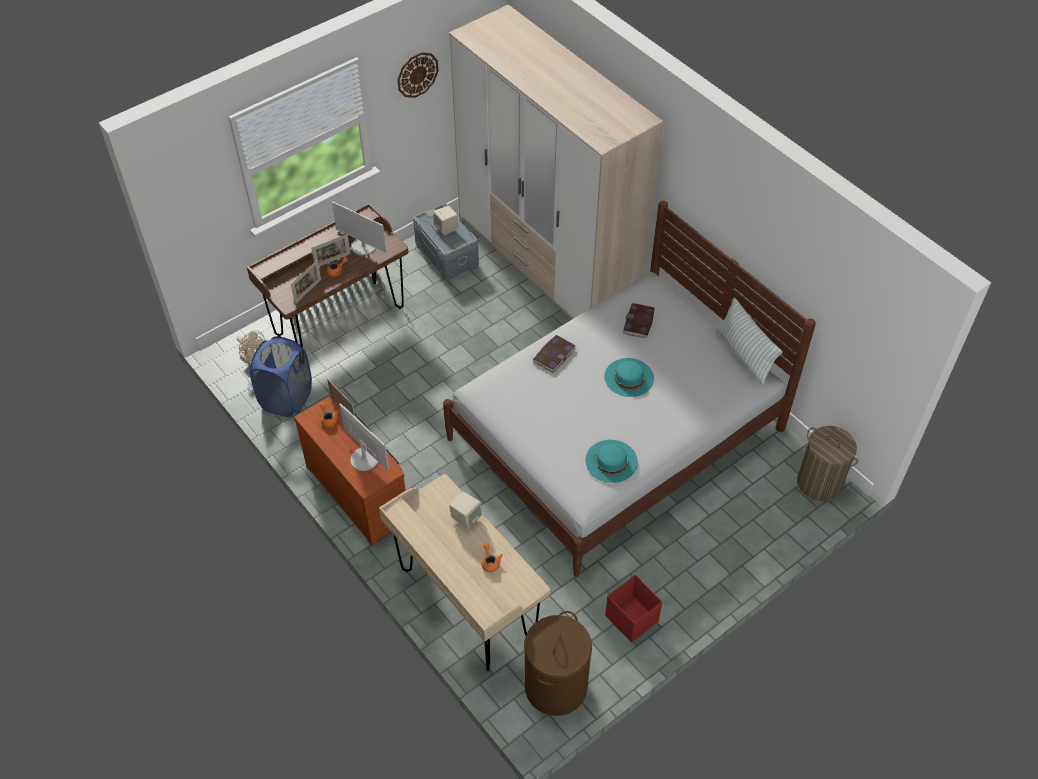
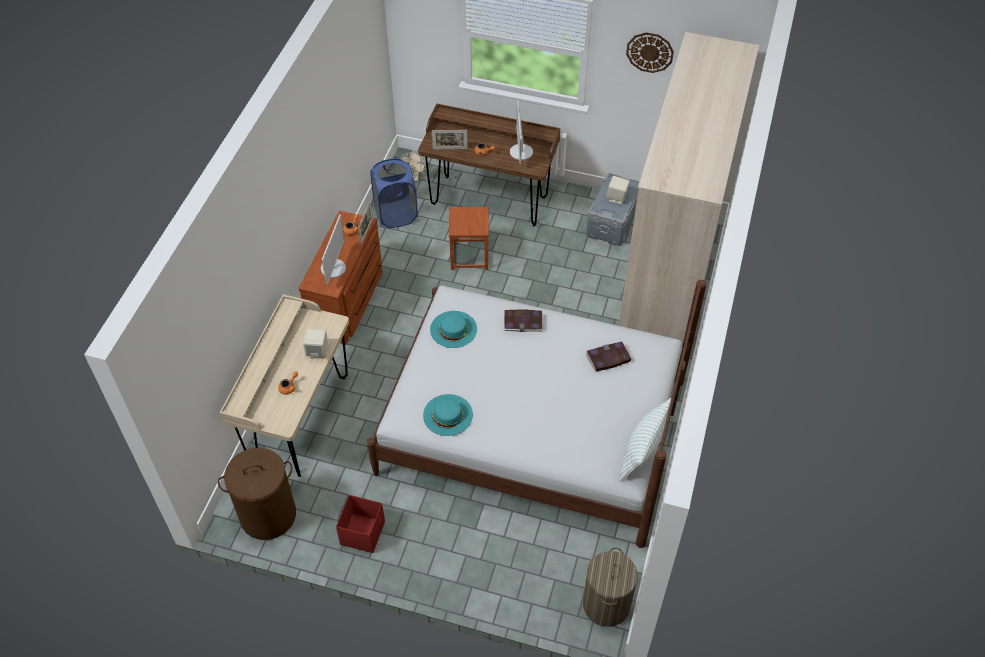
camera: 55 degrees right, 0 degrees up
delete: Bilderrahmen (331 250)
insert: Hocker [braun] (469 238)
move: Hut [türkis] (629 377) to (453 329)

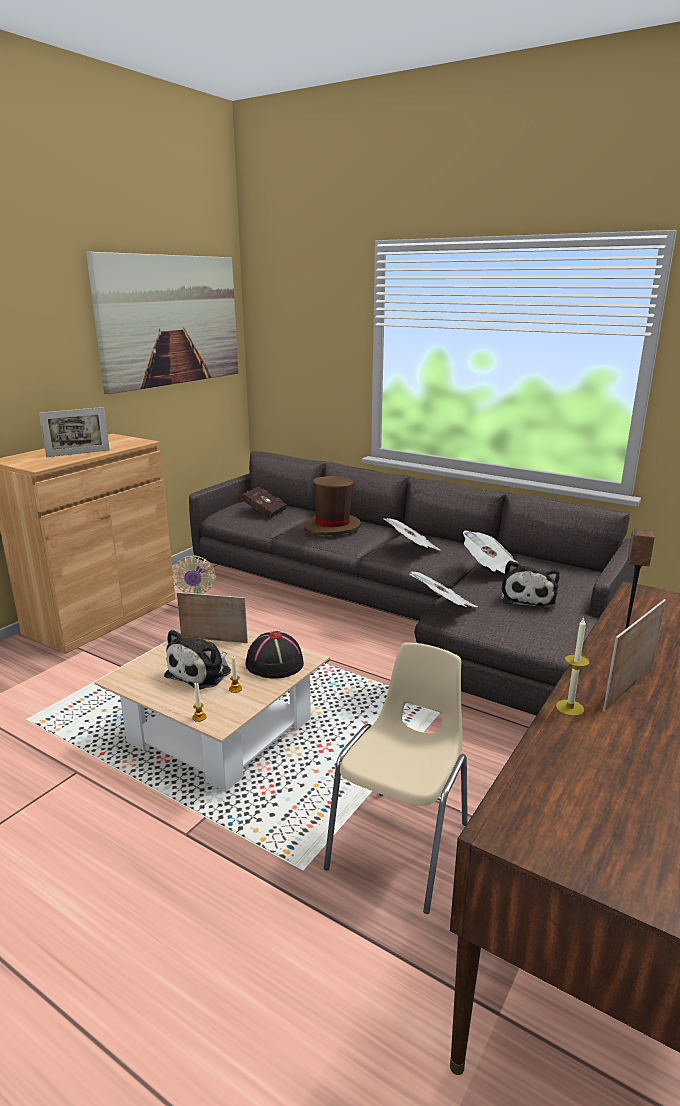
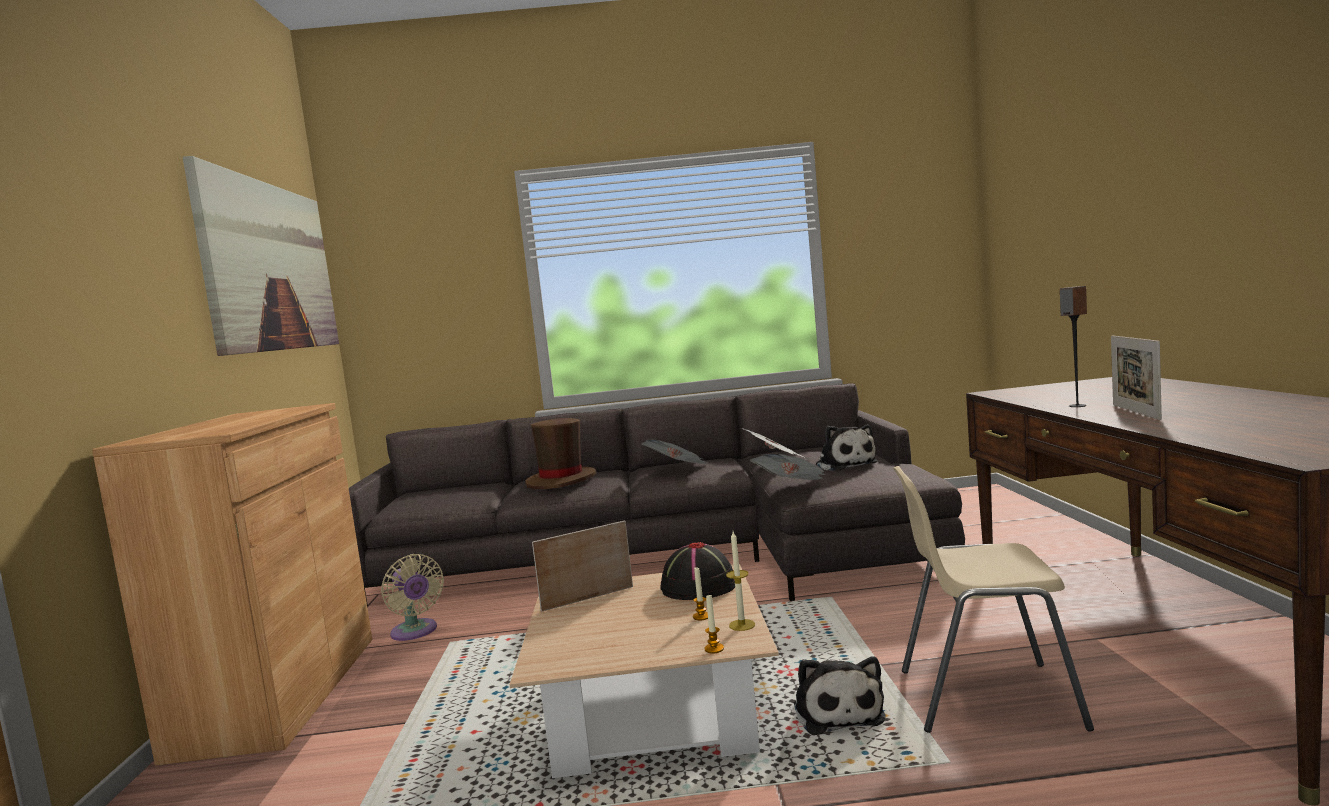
camera: 35 degrees left, 15 degrees down
delete: Bilderrahmen (74 432); Buch [rot] (264 502)
move: Kerze (573 666) to (740 581); Plüschtier (197 659) to (840 695)
rotate: Stuhl [beige] (396 778) = (993 599) 75 degrees counterclockwise

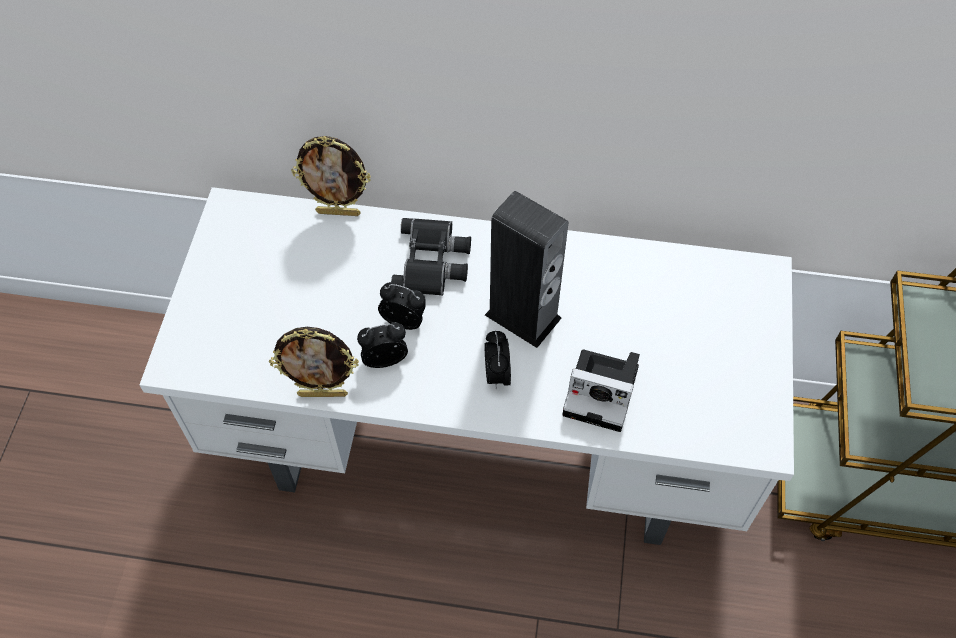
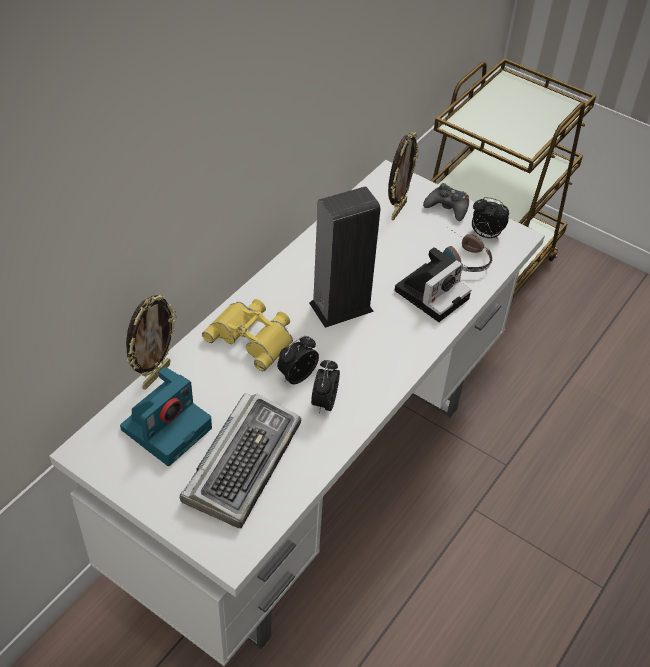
camera: 65 degrees left, 10 degrees down
insert: Kamera (166 416); Tastatur (240 460); Gamepad [schwarz] (446 202); Kopfhörer (467 250)
move: Bilderrahmen (314 362) to (403 176); Wecker (498 360) to (490 218)
recolor: Fernglas [schwarz] (431 257) to Fernglas [gelb] (247 335)

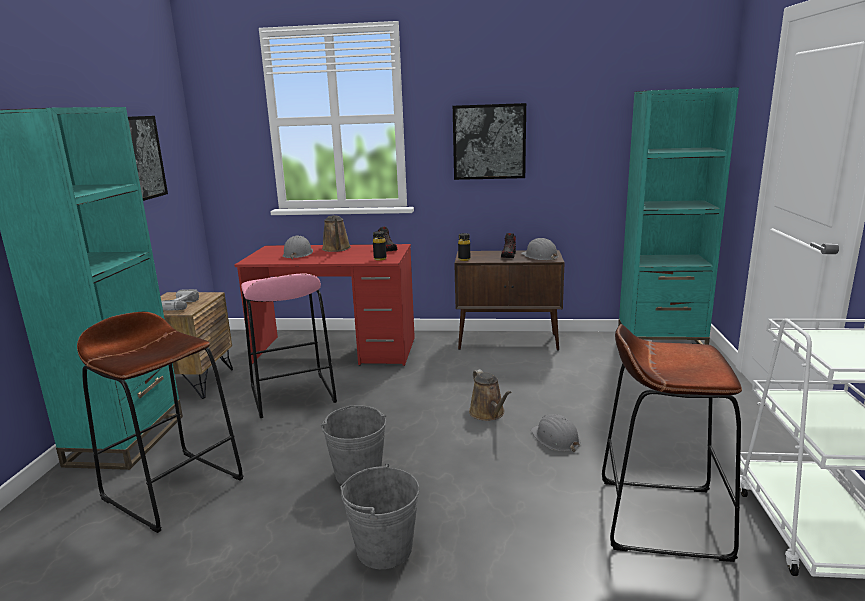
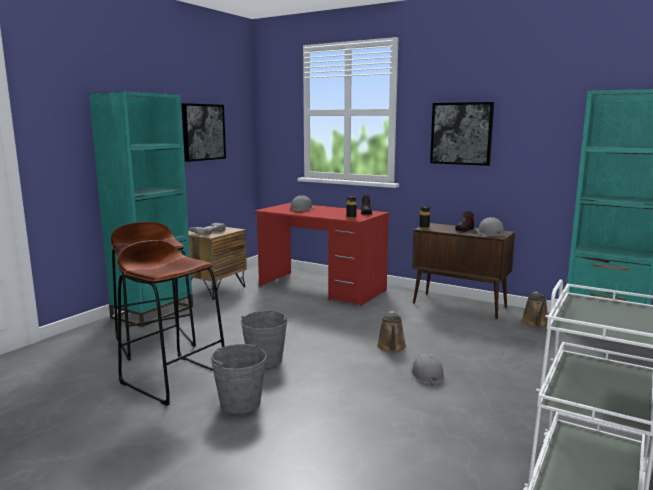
camera: 25 degrees right, 5 degrees down
delete: Hocker [rosa] (289 345)
move: Hocker [braun] (672 443) to (171 323); Gießkanne [braun] (336 233) to (534 310)

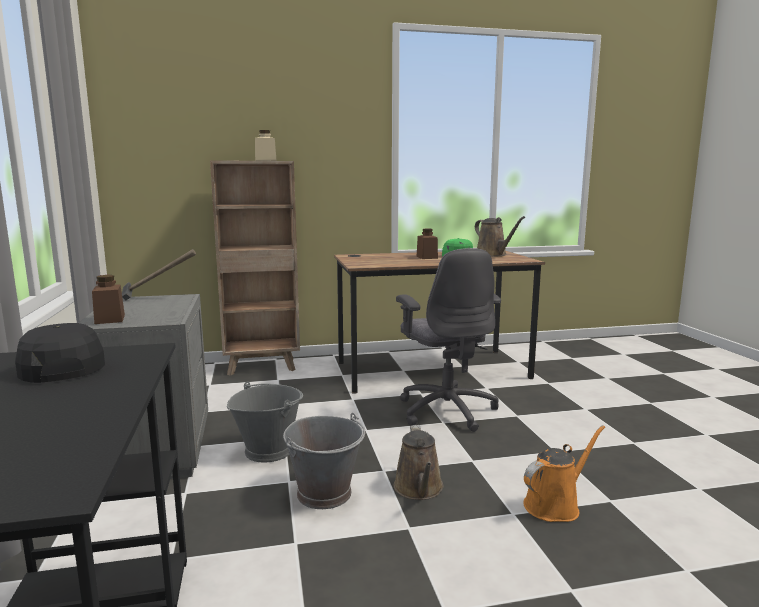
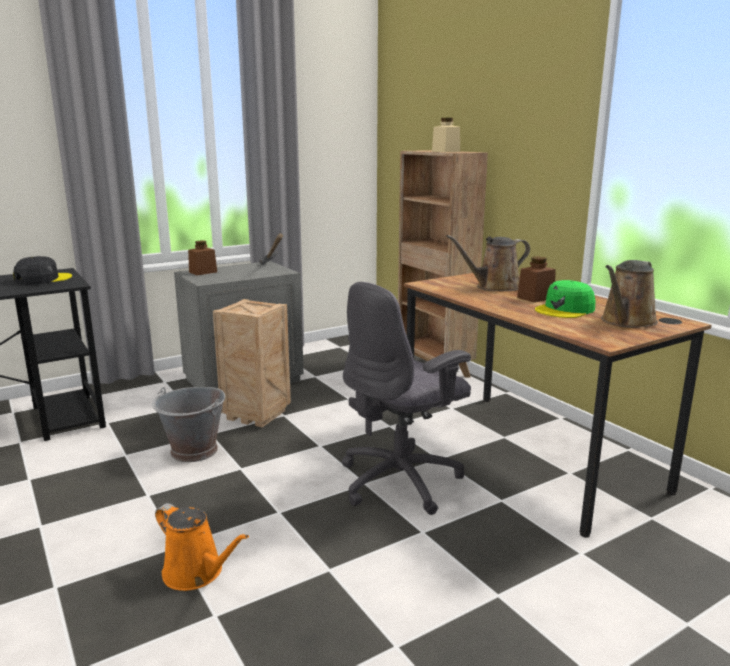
camera: 70 degrees right, 5 degrees up
move: Gießkanne [braun] (419 462) to (488 263)
replace: Eimer [grau] (265 421) to Kiste (252 363)

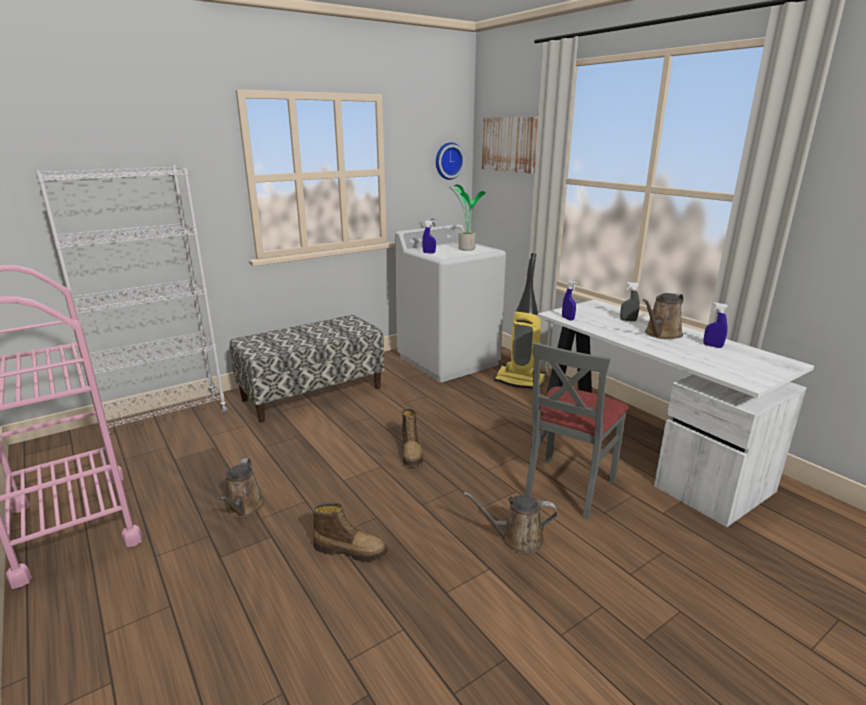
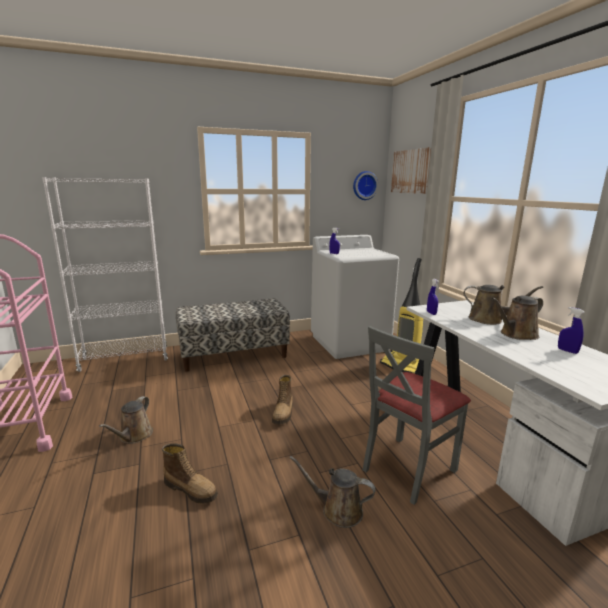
camera: 15 degrees right, 5 degrees down
delete: Topfpflanze (470 217)
replace: Sprühflasche [grau] (630 301) to Gießkanne [braun] (503 305)

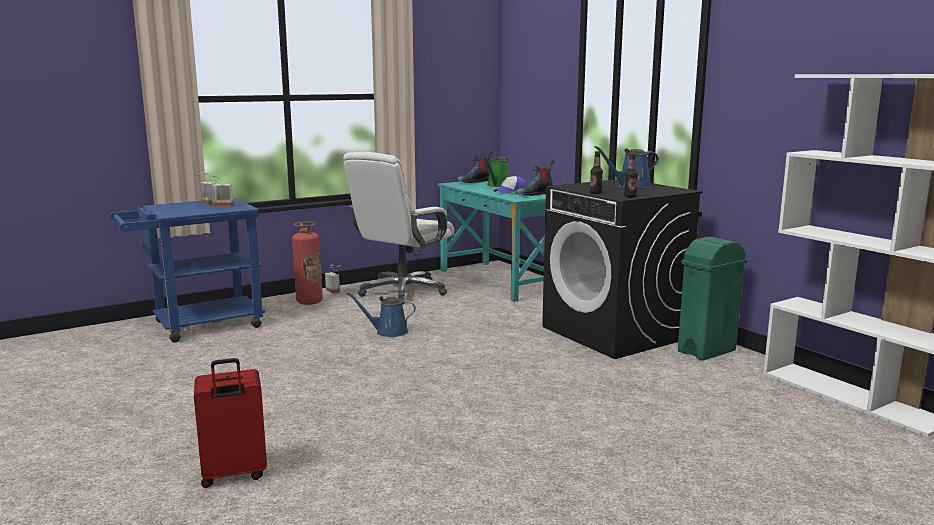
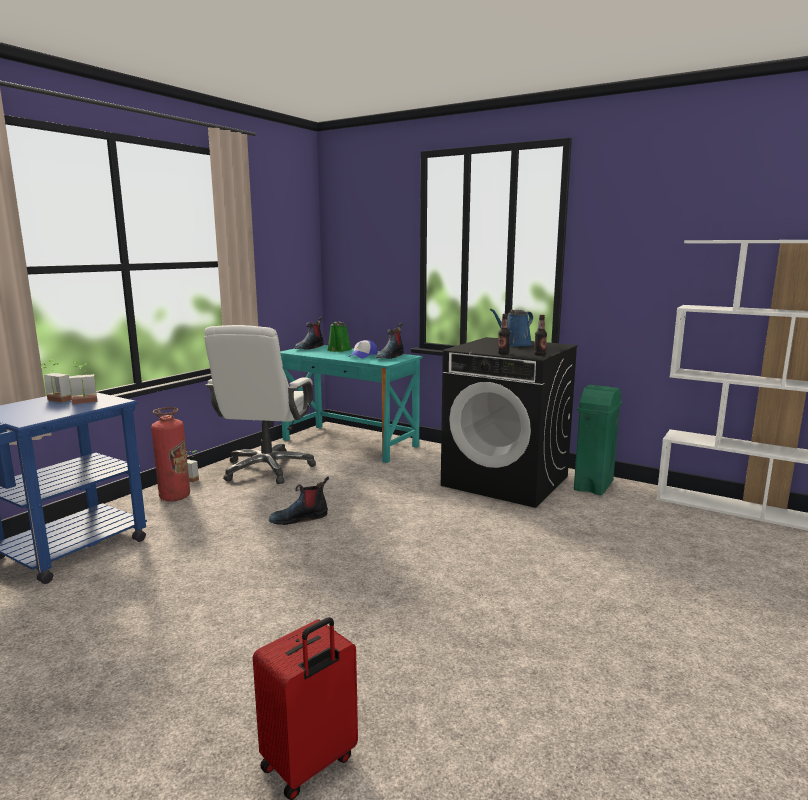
camera: 25 degrees left, 0 degrees up
replace: Gießkanne [blau] (381 315) to Stiefel (299 500)

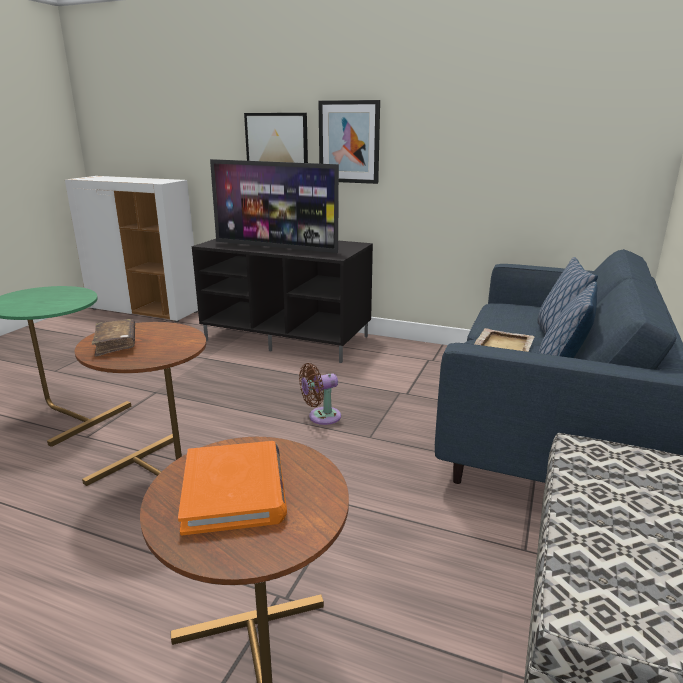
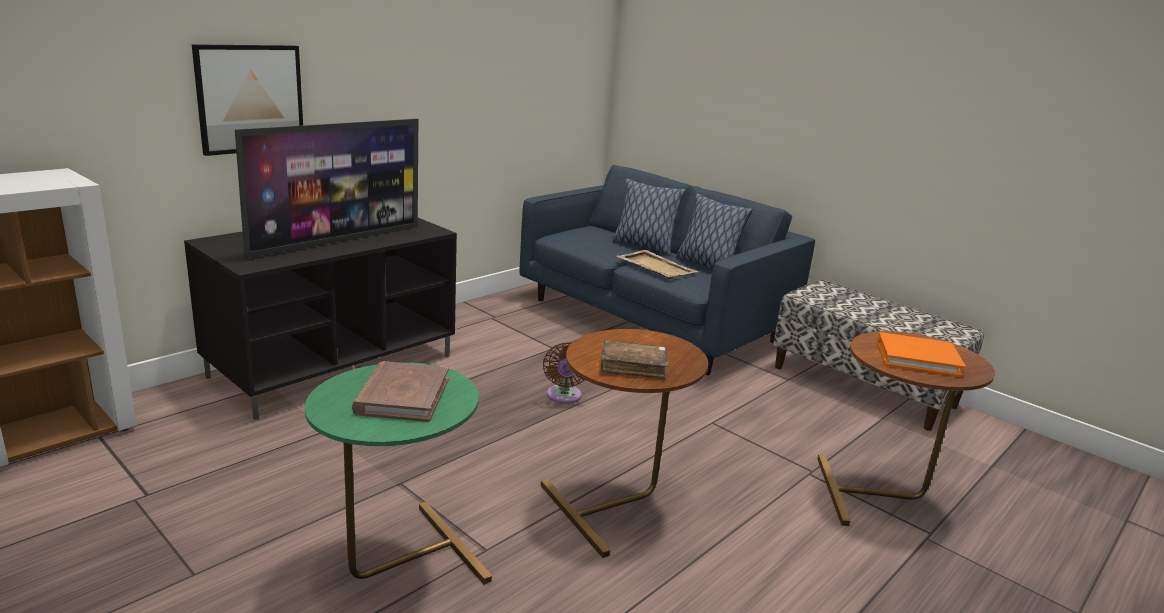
camera: 70 degrees left, 0 degrees up
delete: Bild (349 142)
insert: Buch [braun] (400 391)

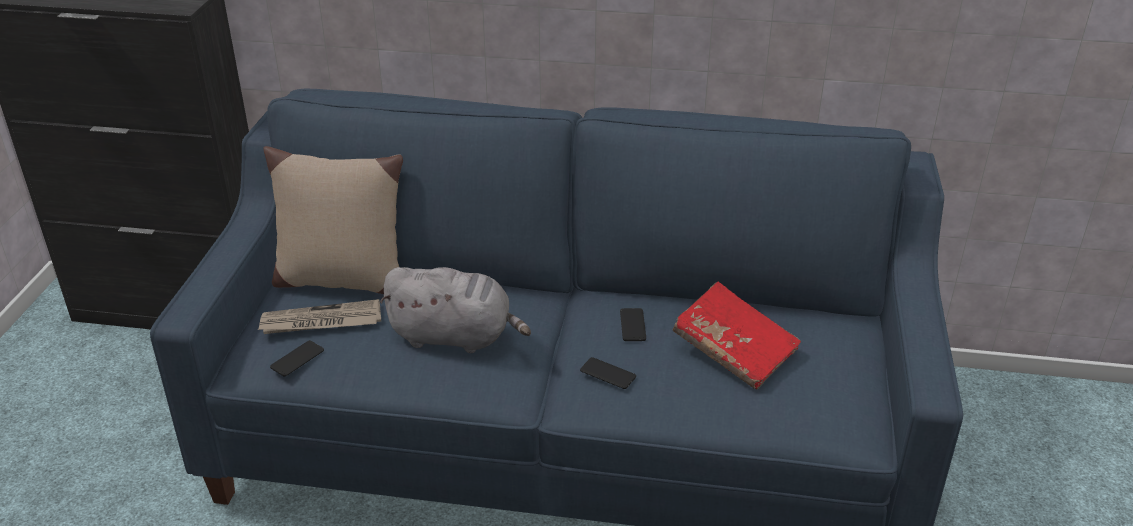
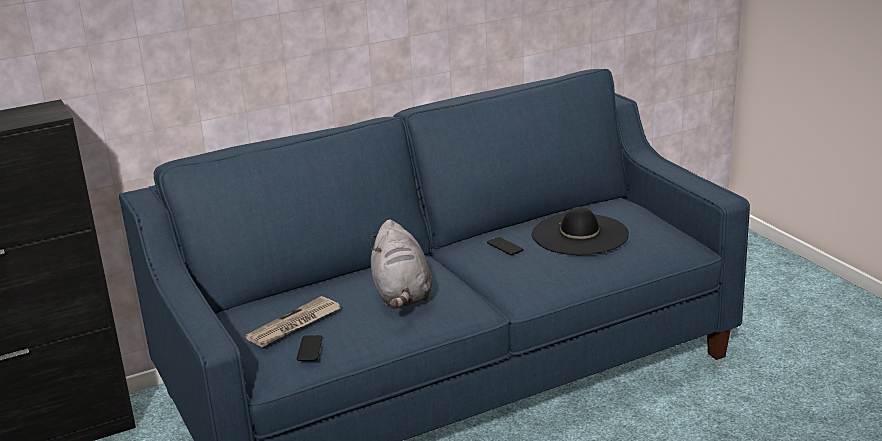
camera: 35 degrees left, 10 degrees down
delete: Kissen [beige] (333 220); Handy (608 373)
replace: Buch [rot] (737 336) to Hut [schwarz] (580 231)
rotate: Plüschtier [grau] (455 310) = (401 263) 105 degrees clockwise

